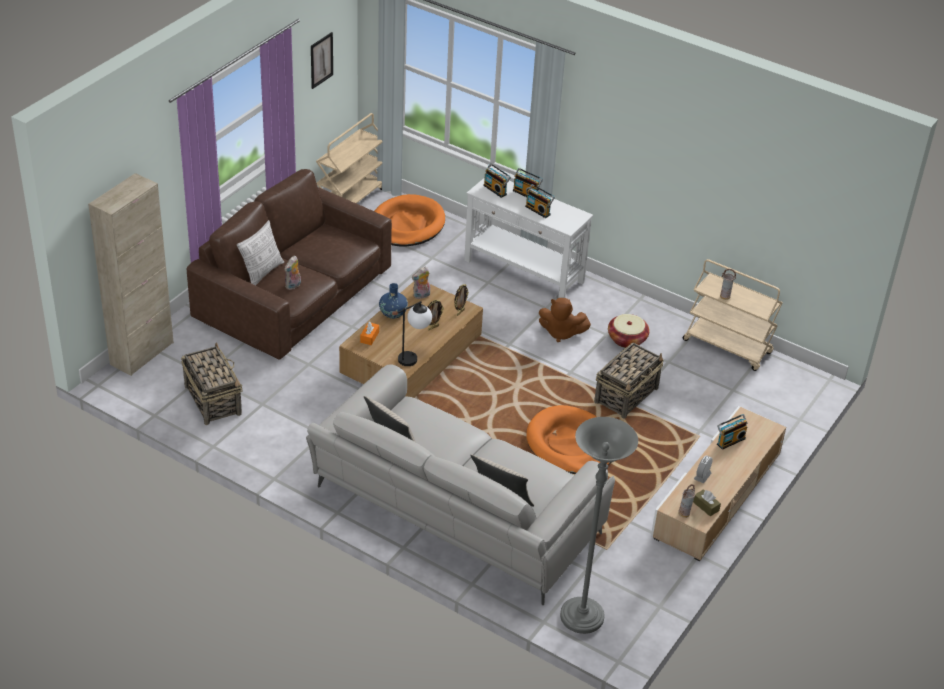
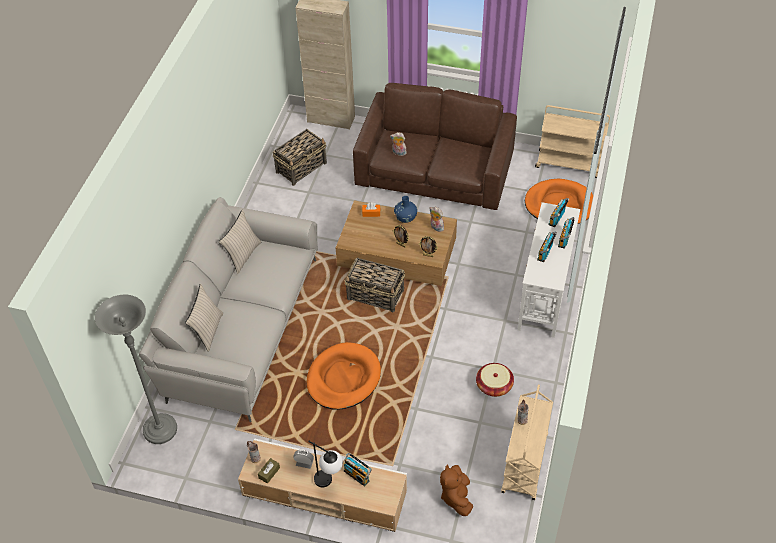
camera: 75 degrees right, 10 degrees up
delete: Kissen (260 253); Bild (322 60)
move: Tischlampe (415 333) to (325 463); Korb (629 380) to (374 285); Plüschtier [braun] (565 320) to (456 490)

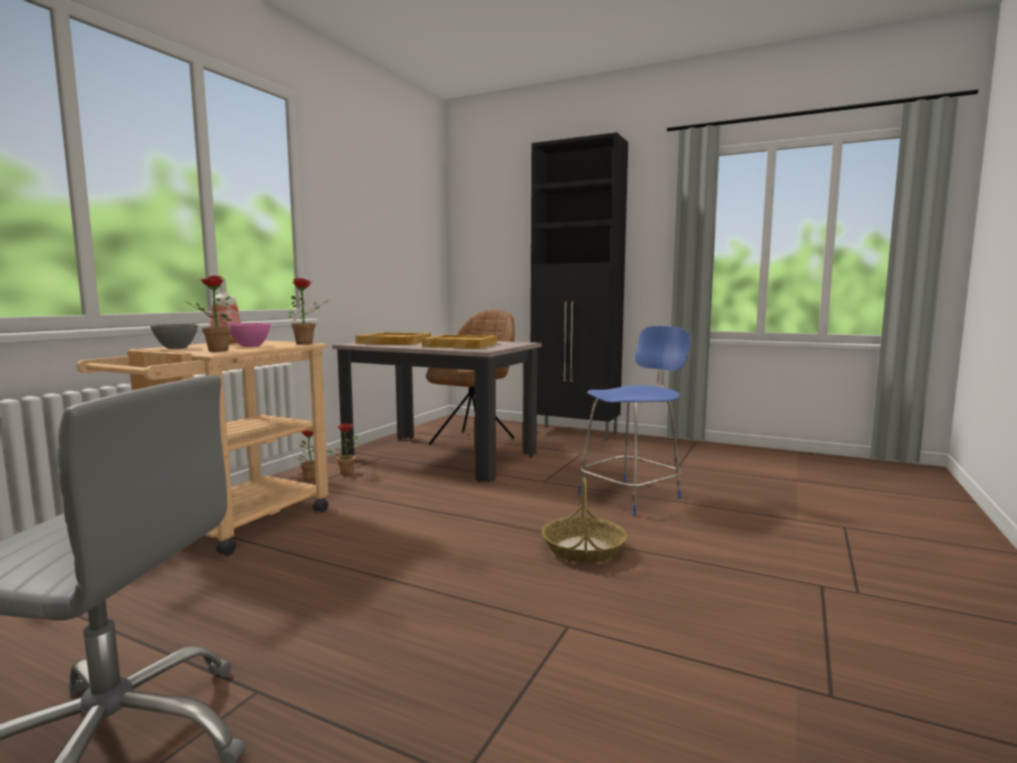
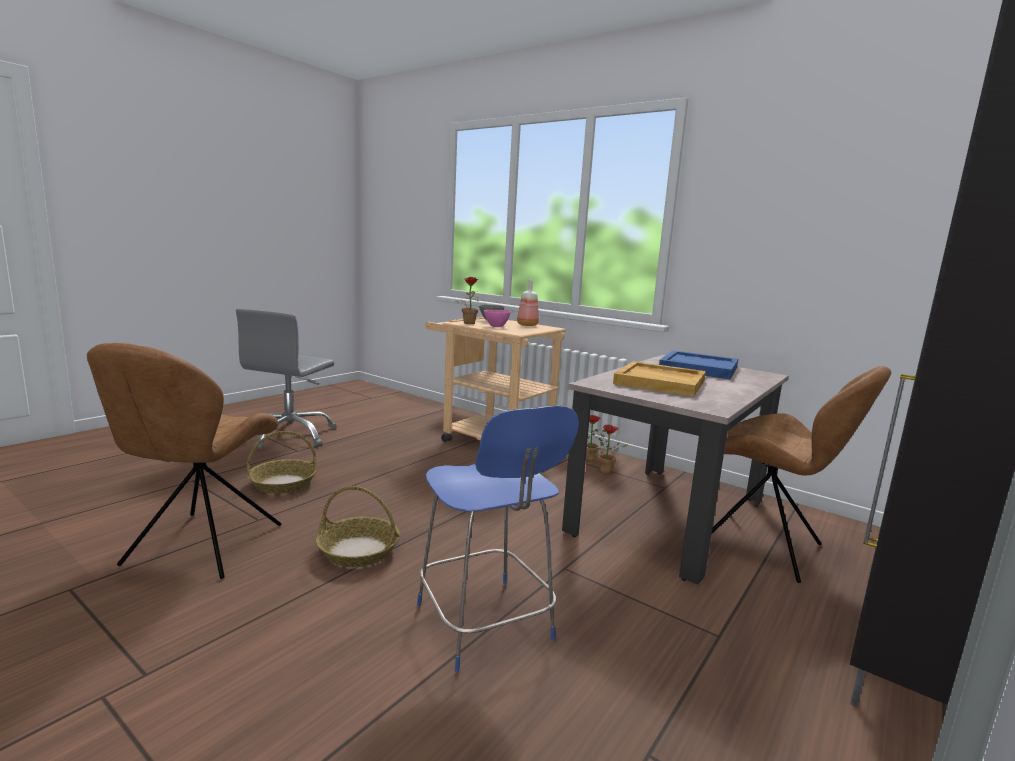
camera: 100 degrees right, 5 degrees up
delete: Topfpflanze (309 311)
insert: Stuhl [braun] (184 461); Korb (282 462)
recolor: Tablett [beige] (393 338) to Tablett [blau] (698 364)

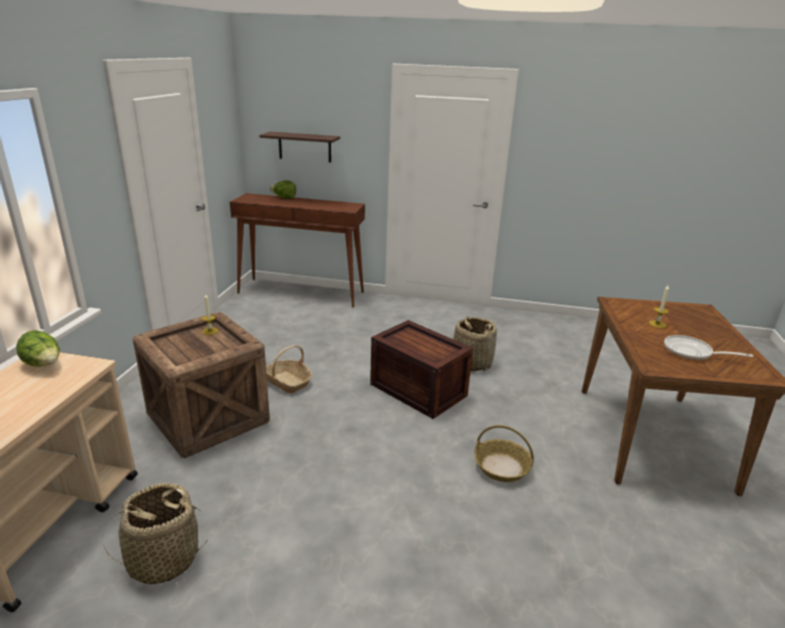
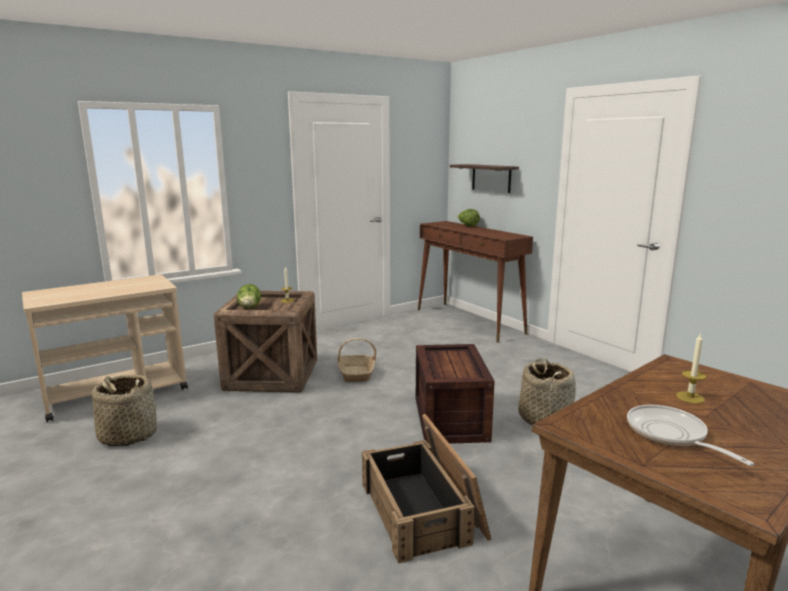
camera: 45 degrees right, 10 degrees down
move: Salatkopf (38 348) to (249 296)
replace: Korb (504 453) to Kiste (426 489)

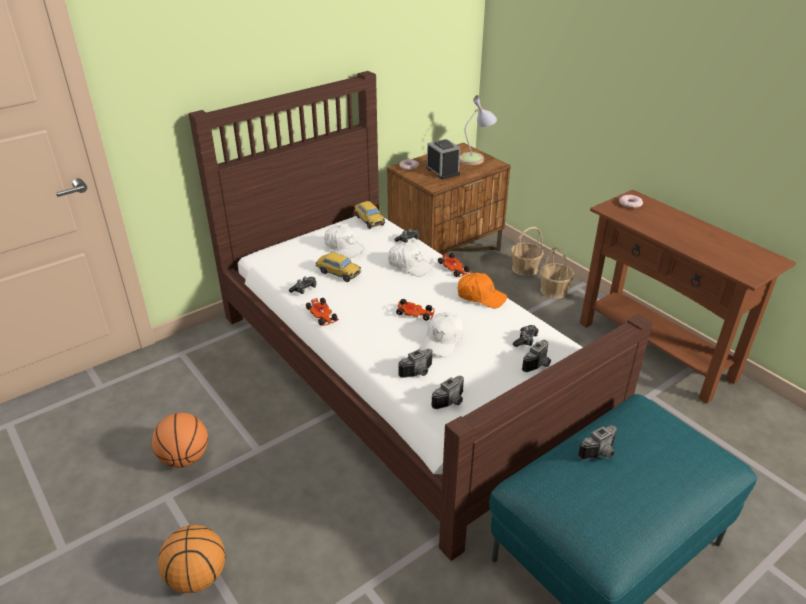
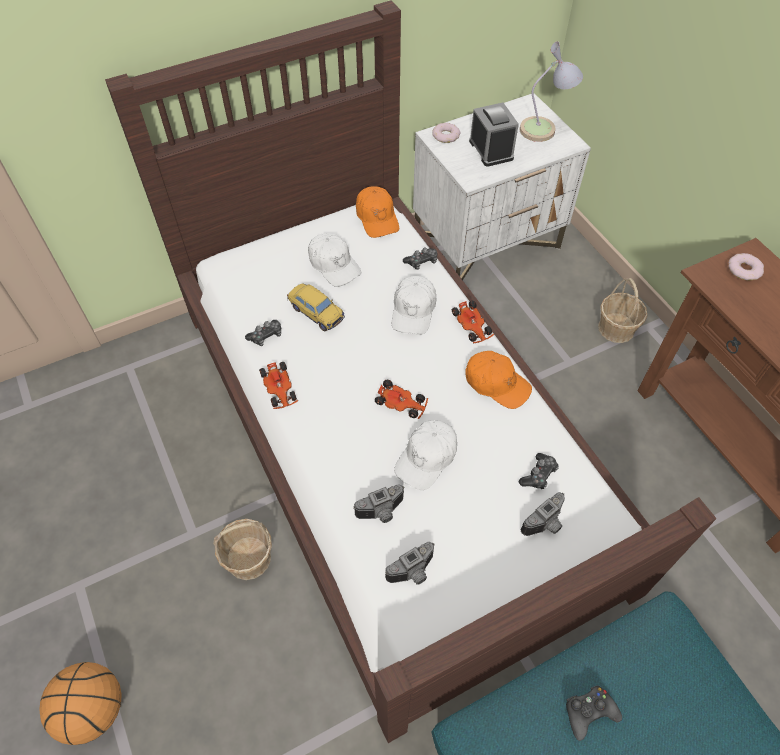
camera: 10 degrees right, 20 degrees up
delete: Basketball (180 440)
move: Korb (527 251) to (242 549)
replace: Spielzeugauto (369 215) to Kappe [orange] (377 212); Kamera (597 442) to Gamepad [schwarz] (594 713)
recolor: Nachttisch [braun] (449 199) to Nachttisch [weiß] (502 186)
rotate: Kappe [weiß] (411 260) = (414 305) 60 degrees clockwise

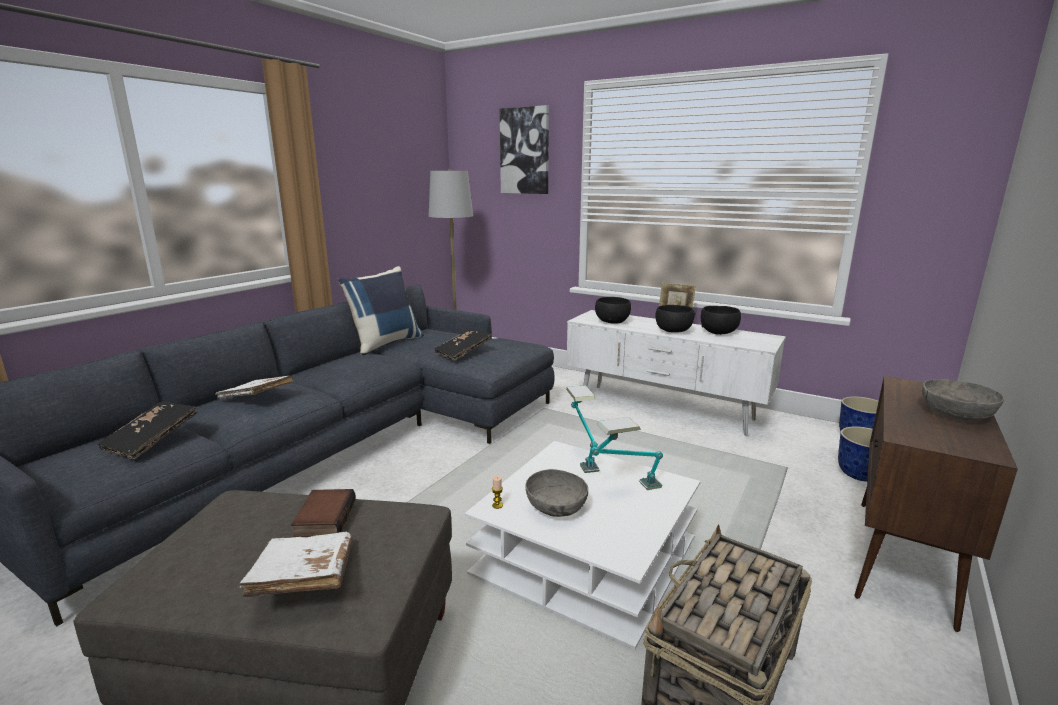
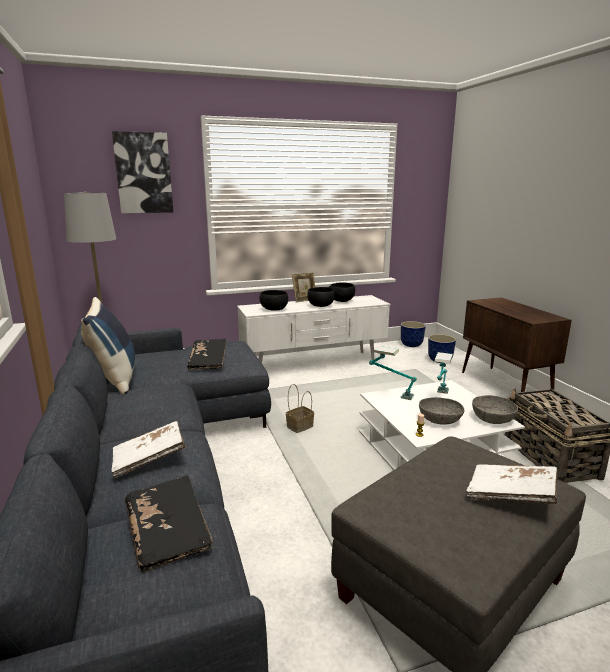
camera: 50 degrees left, 0 degrees up
delete: Buch (323 513)
insert: Korb (300 408)
move: Schüssel [grau] (963 400) to (495 409)

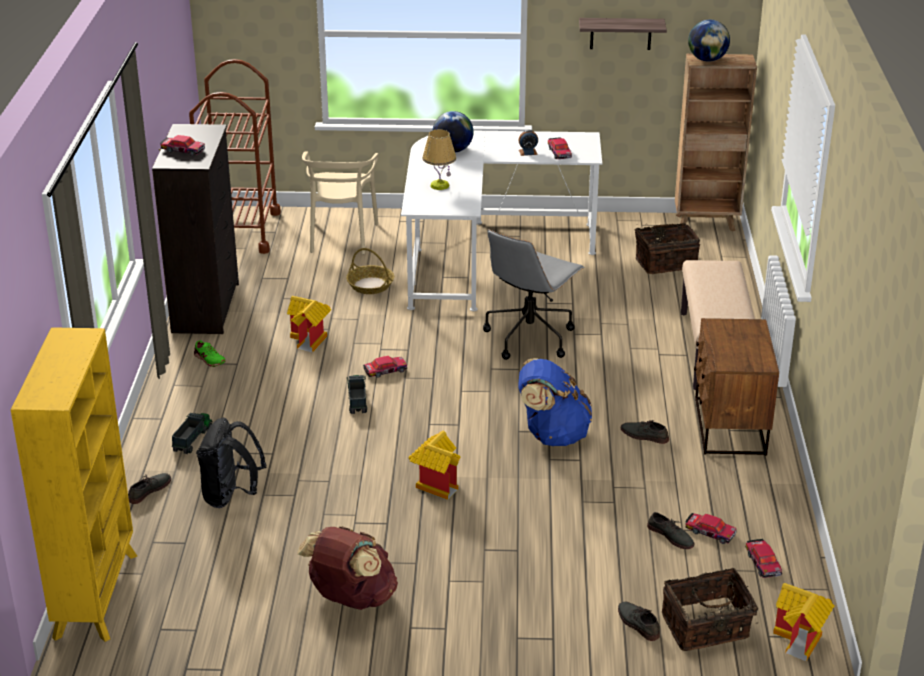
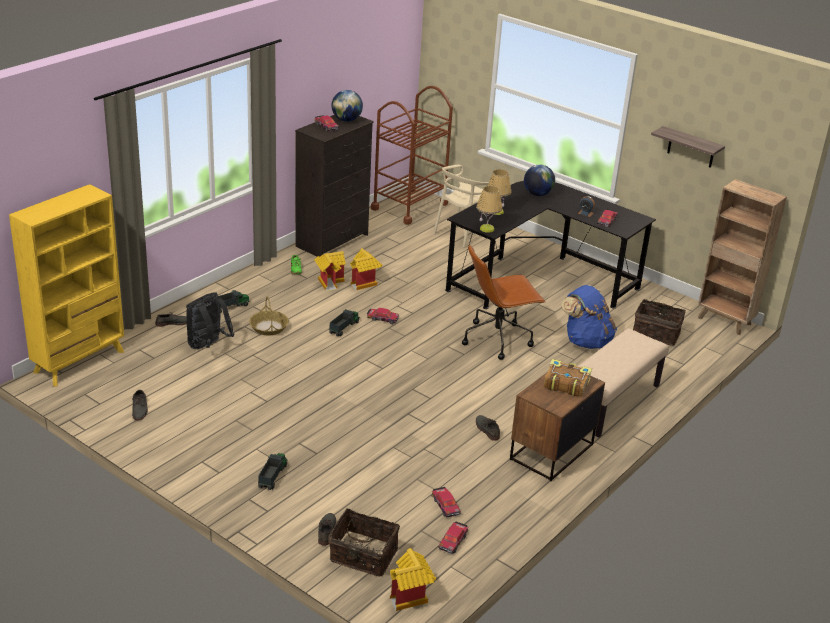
camera: 35 degrees right, 0 degrees up
delete: Rucksack [braun] (347 568)
insert: Spielzeuglaster (272 471); Tischlampe (489 209); Buch (568 378)
move: Schuh [grau] (670 530) to (140 405); Korb (370 271) to (269 315); Spielzeughaus (434 465) to (330 271); Globus (709 41) to (347 106); Rucksack [blau] (555 402) to (589 317)
recolor: Schreibtisch [weiß] (501 221) to Schreibtisch [schwarz] (550 245); Bürostuhl [grau] (533 294) to Bürostuhl [braun] (504 302)

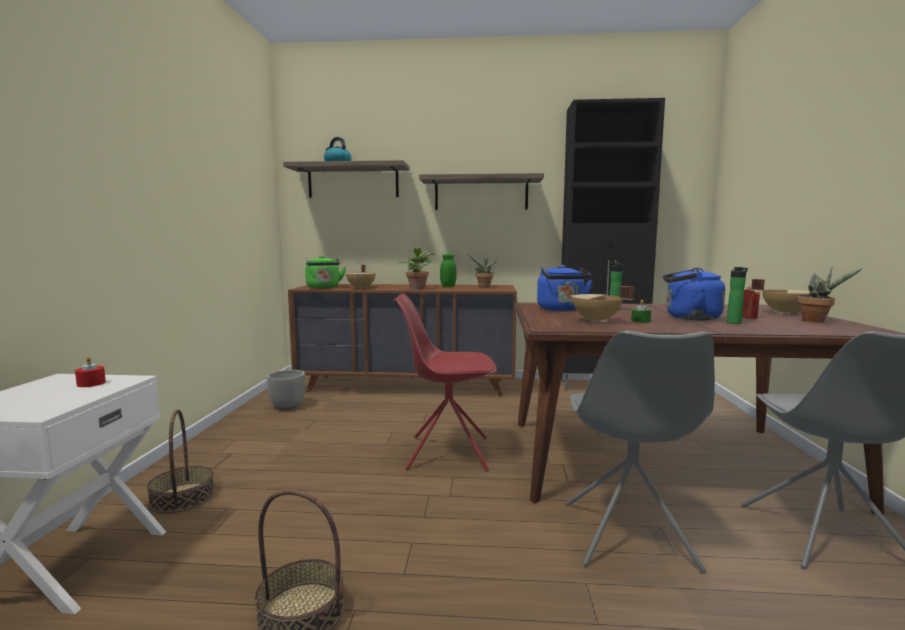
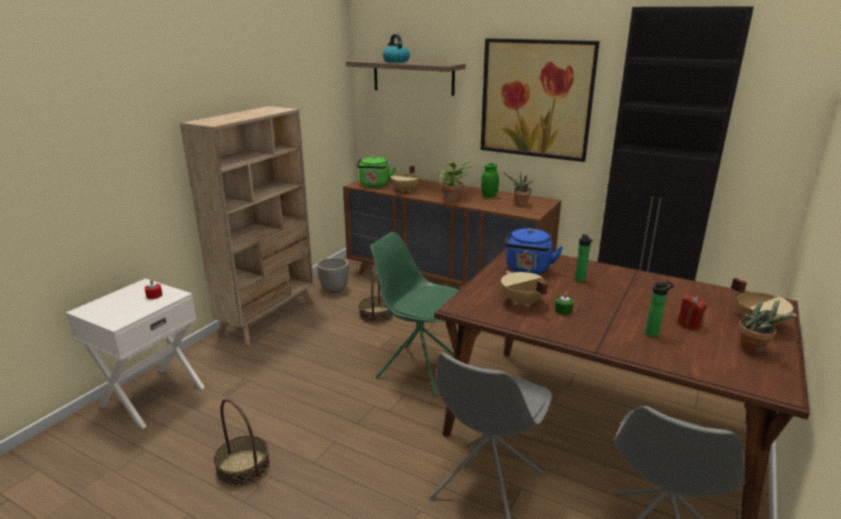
camera: 25 degrees right, 15 degrees up
delete: Wasserkessel [blau] (694 294)
insert: Bücherregal [beige] (247 226)
move: Korb (181 461) to (376 294)
replace: Wandregal (481 191) to Bild (540 100)
recolor: Stuhl [rot] (445 382) to Stuhl [grün] (414 314)

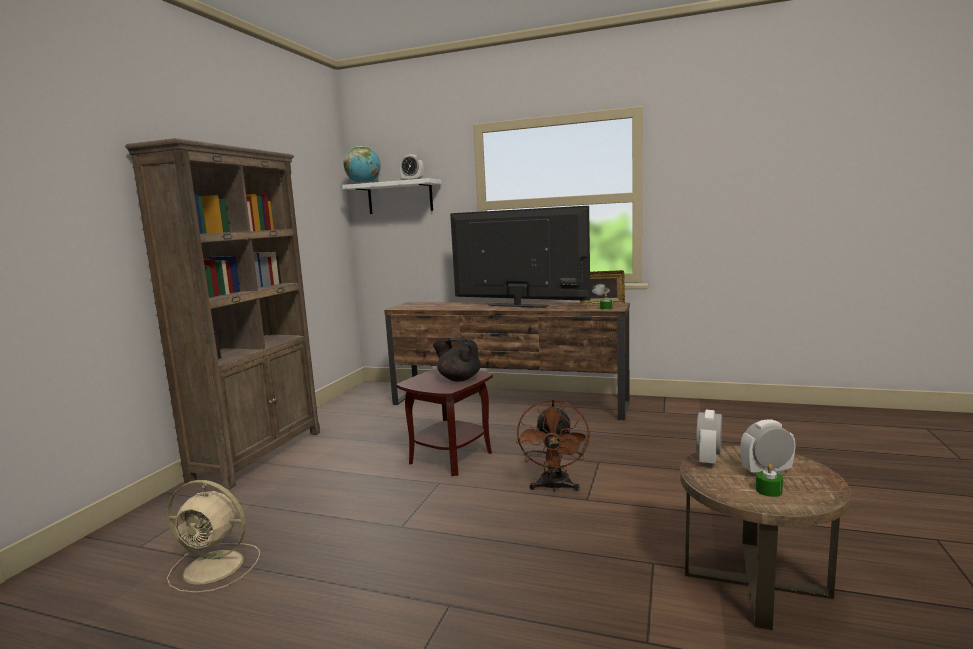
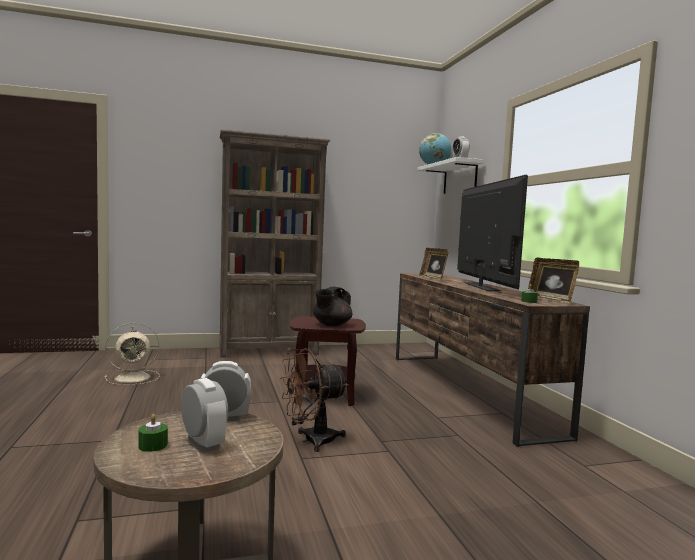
camera: 55 degrees right, 5 degrees down
insert: Bilderrahmen (434 264)
rotate: Ventilator [beige] (213 536) = (132 354) 90 degrees counterclockwise; Teekanne [schwarz] (457 359) = (332 306) 135 degrees counterclockwise

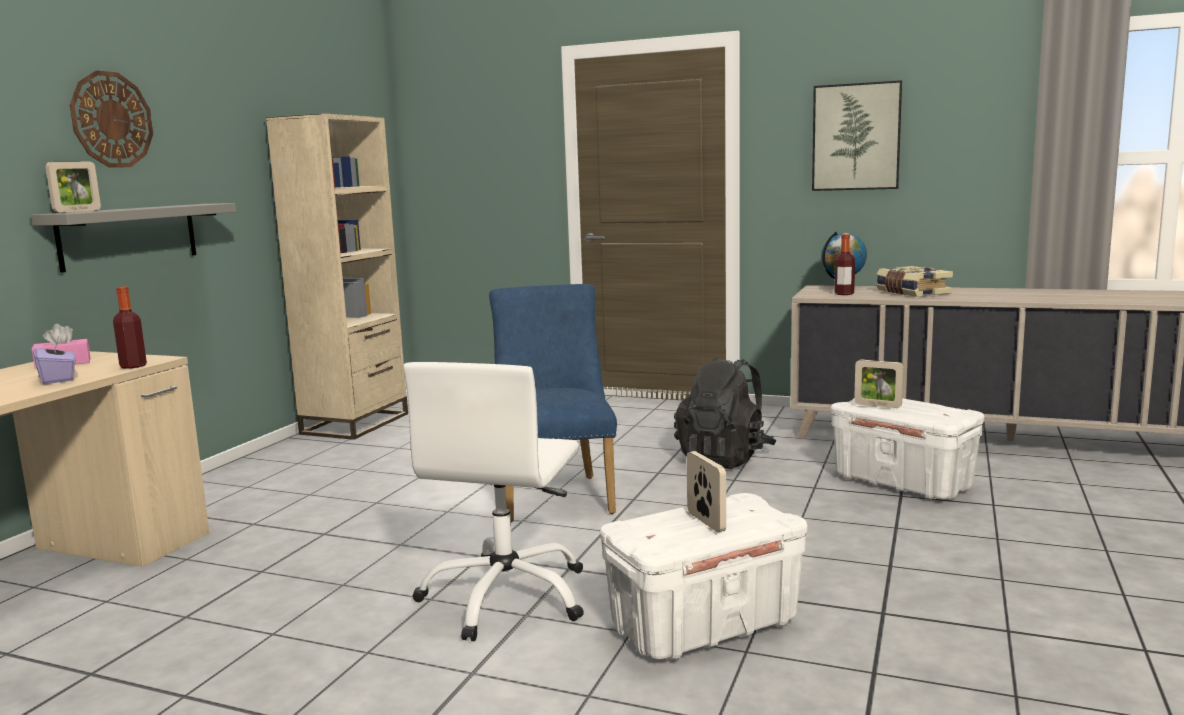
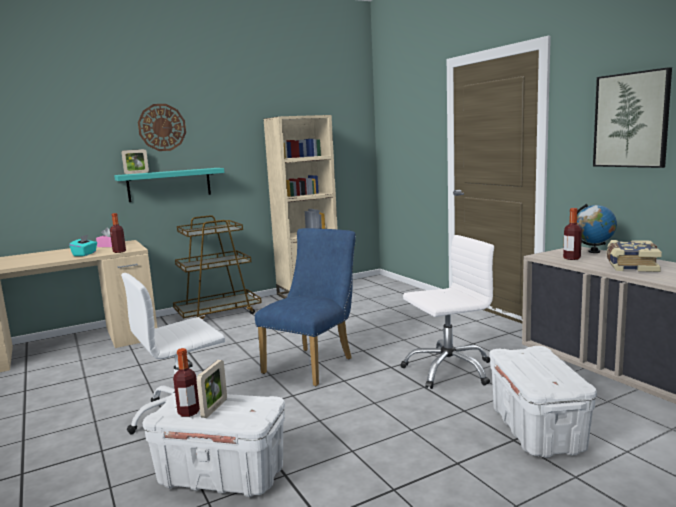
camera: 40 degrees right, 0 degrees up
delete: Bilderrahmen (879 384)
insert: Rollwagen [braun] (217 267); Flasche (186 382)
replace: Rucksack [schwarz] (725 413) to Bürostuhl [weiß] (447 312)
recolor: Taschentuchbox [lila] (54 360) to Taschentuchbox [türkis] (83 245); Wandregal [grau] (133 238) to Wandregal [türkis] (169 185)

